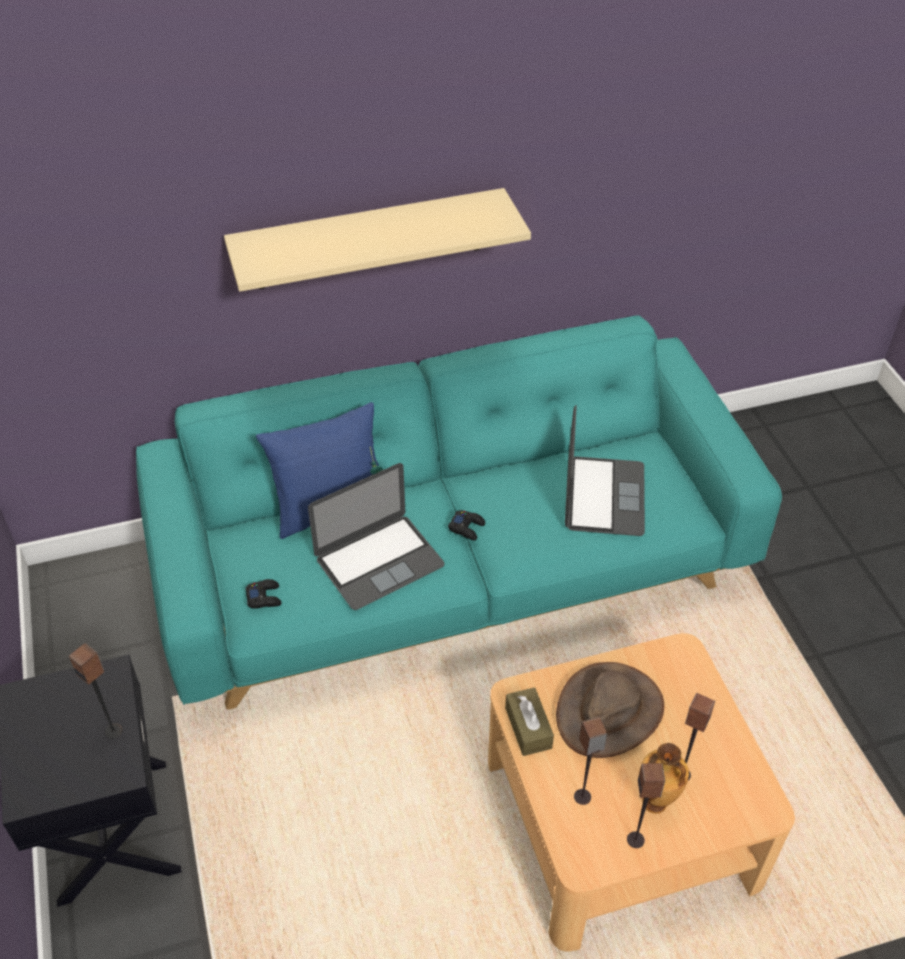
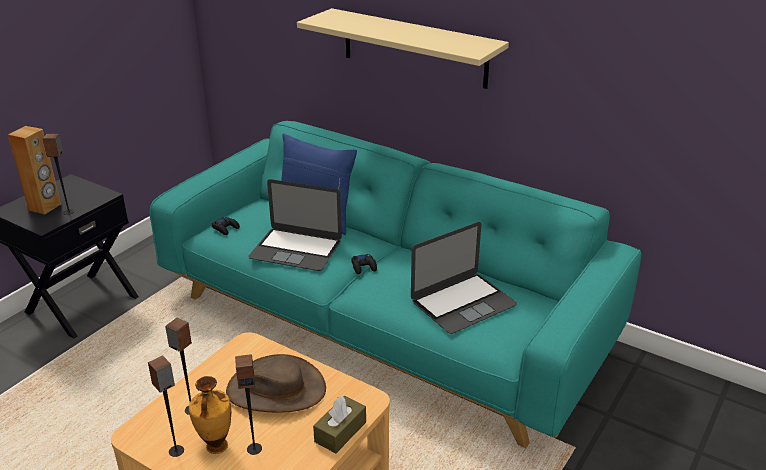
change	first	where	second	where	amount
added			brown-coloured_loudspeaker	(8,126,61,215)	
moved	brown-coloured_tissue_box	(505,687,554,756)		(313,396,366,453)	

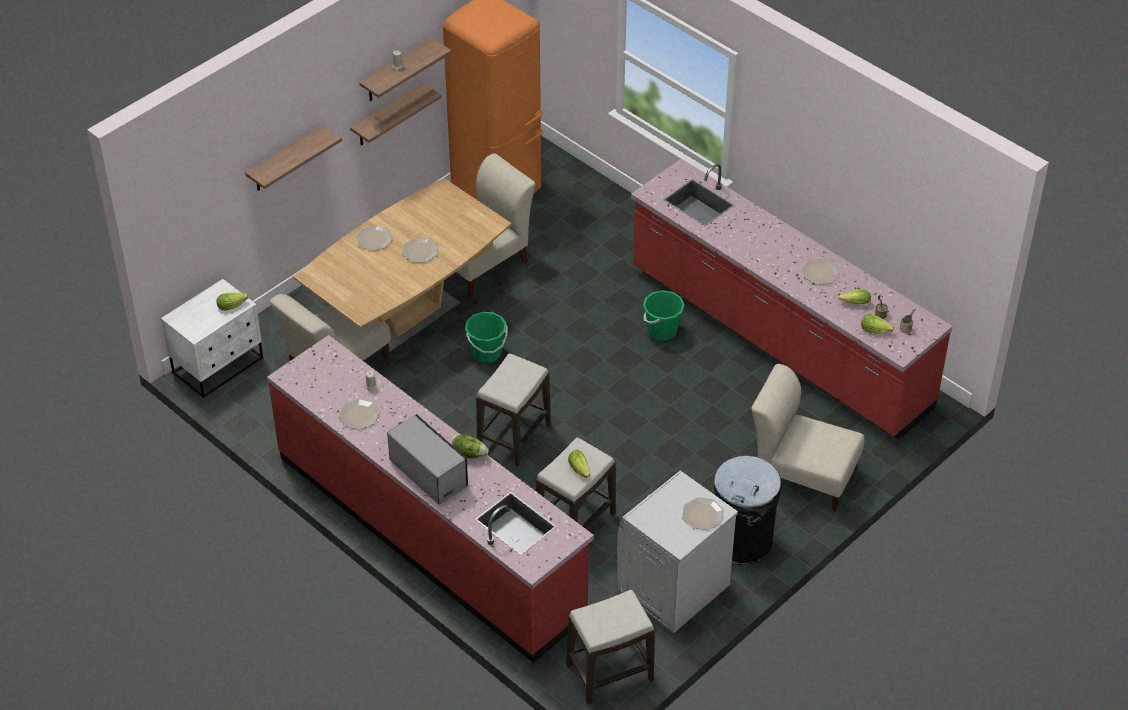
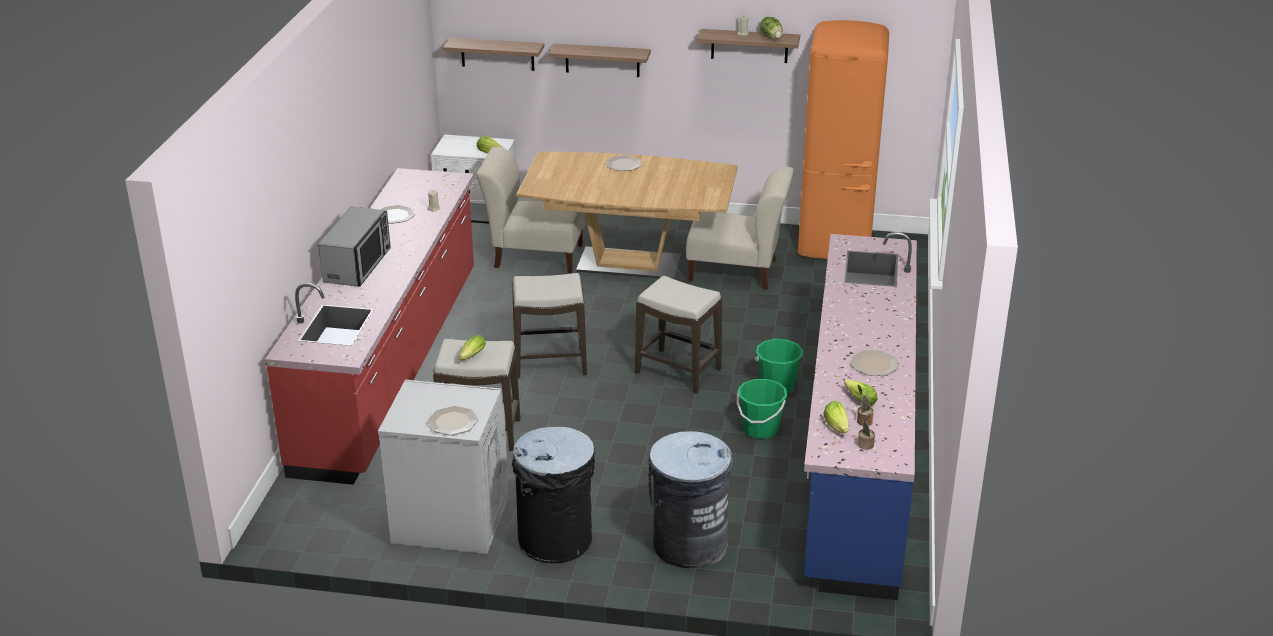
change	first	where	second	where	amount
removed	flat_dish	(402,238,438,263)			
moved	bracket_shelf	(350,83,442,146)		(443,38,544,71)	
moved	lettuce_head	(452,435,489,459)		(760,17,783,39)	
moved	green-coloured_water_bucket	(465,312,508,363)		(737,379,787,438)	
moved	stool	(566,590,655,705)		(635,276,722,393)	
replaced	beige-coloured_plain_chair	(751,364,865,511)	grey_rubbish_bin	(648,431,733,568)	
recoloured	reddish_kitchen_counter	(631,159,953,439)	bluish_kitchen_counter	(804,232,917,600)	

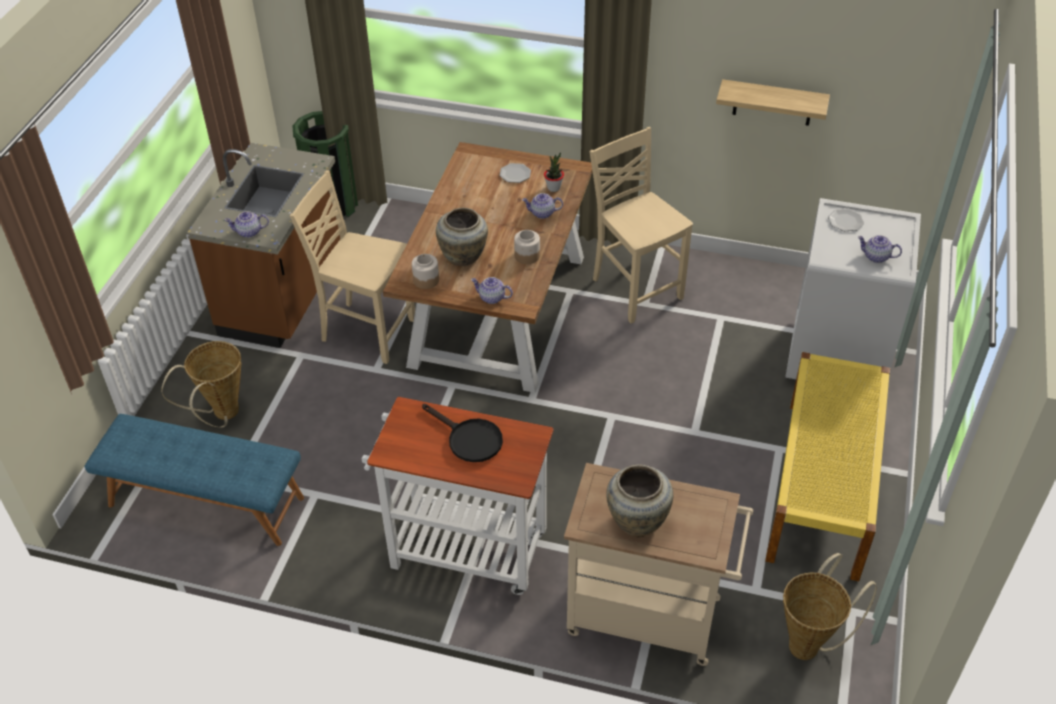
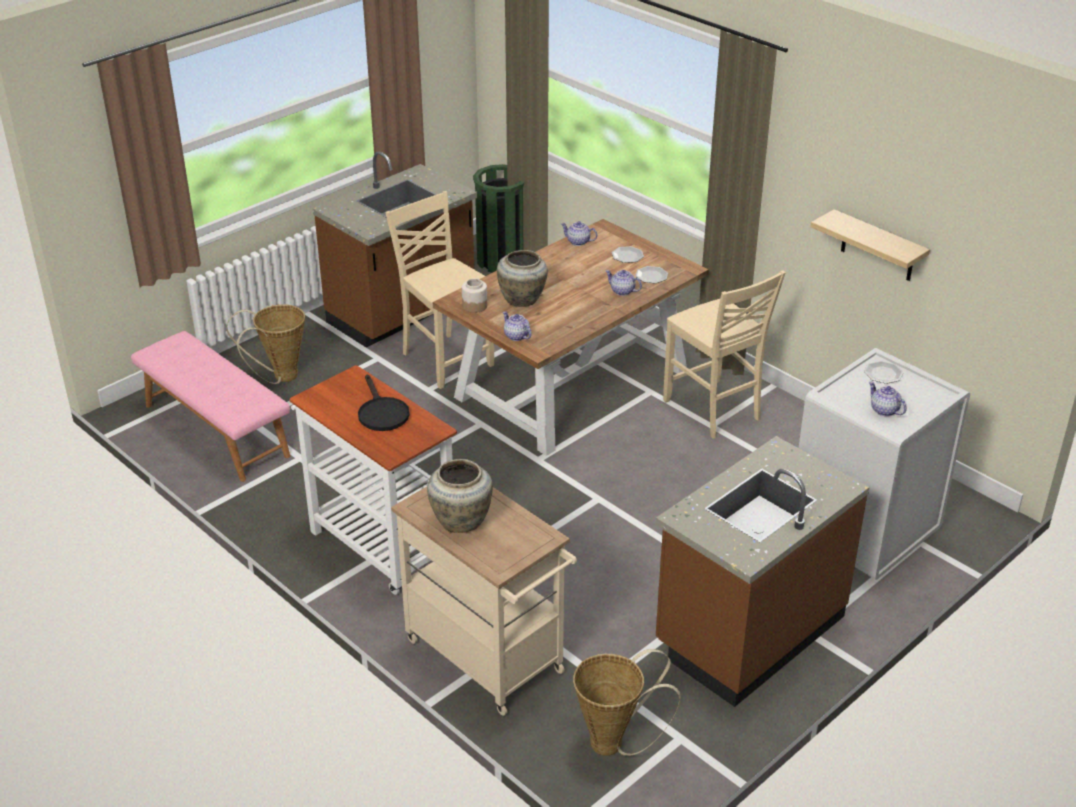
change	first	where	second	where	amount
removed	storage_jar	(514,230,540,264)			
moved	tea_pot	(225,211,269,238)		(561,221,598,246)	
replaced	potted_plant	(544,152,564,192)	flat_dish	(635,266,668,283)	
replaced	yellow_indoor_bench	(765,352,890,582)	brown-coloured_kitchen_counter	(655,436,870,707)	
recoloured	bluish_indoor_bench	(85,414,304,546)	pink-coloured_indoor_bench	(131,331,290,482)	
turned	beige-coloured_plain_chair	(590,127,693,324)		(663,270,786,439)	150 degrees clockwise

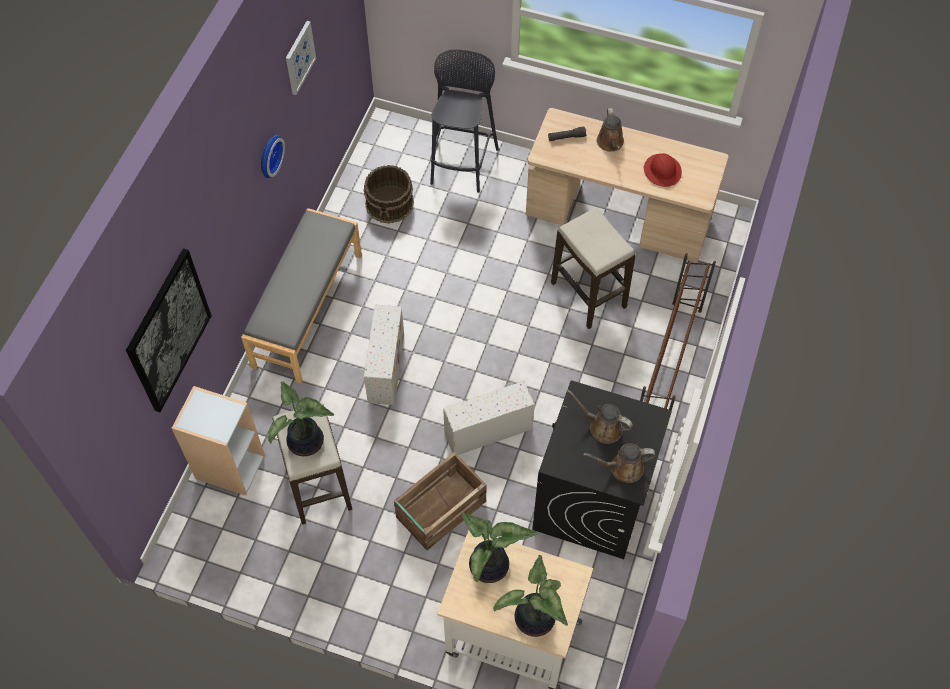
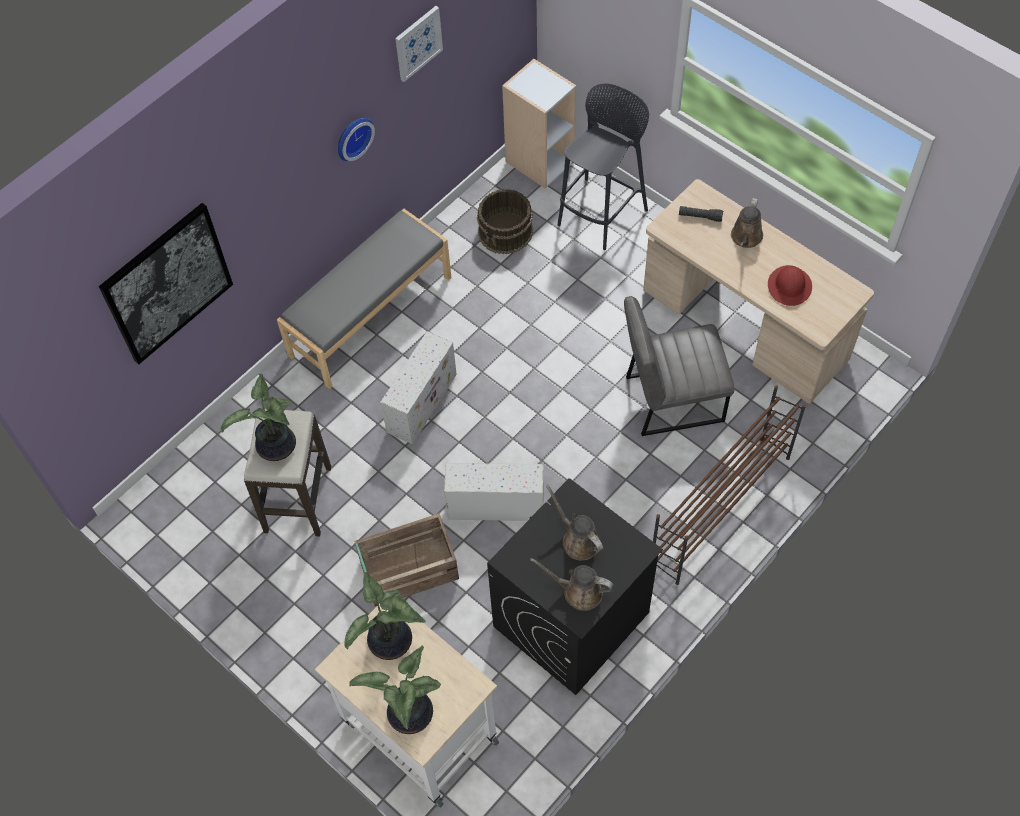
change	first	where	second	where	amount
moved	bookcase	(172,386,265,496)		(502,59,576,189)	
replaced	stool	(551,207,636,329)	grey_plain_chair	(624,296,734,436)	

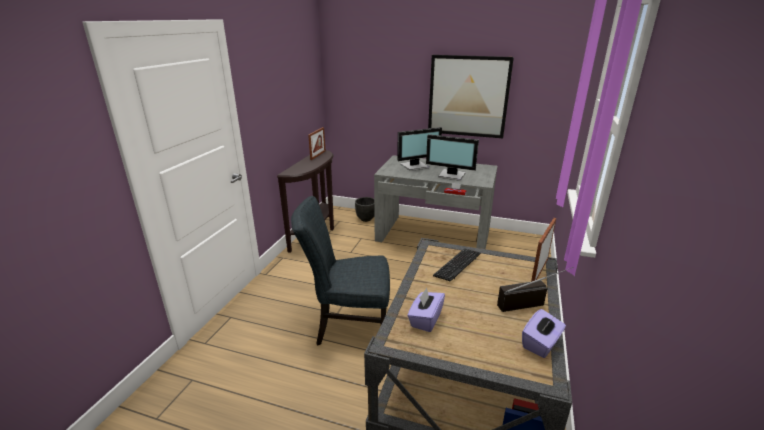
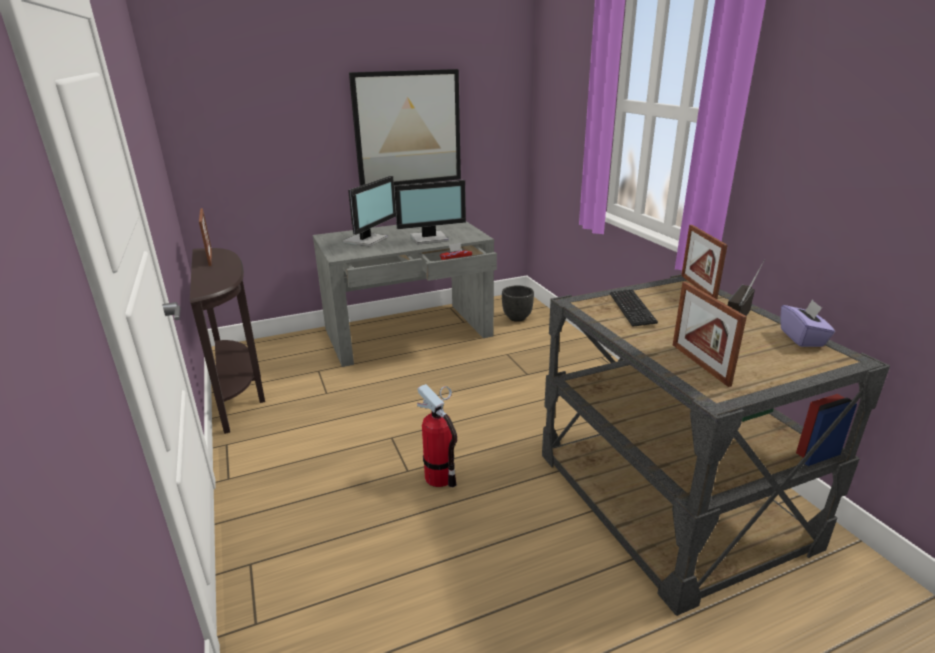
change	first	where	second	where	amount
moved	black-coloured_flower_pot	(355,197,374,222)		(502,285,534,322)	
replaced	grey_plain_chair	(291,196,390,345)	fire-fighting_cylinder	(417,384,457,487)	
replaced	purplish_tissue_box	(407,287,445,332)	photo_frame	(673,282,747,387)	

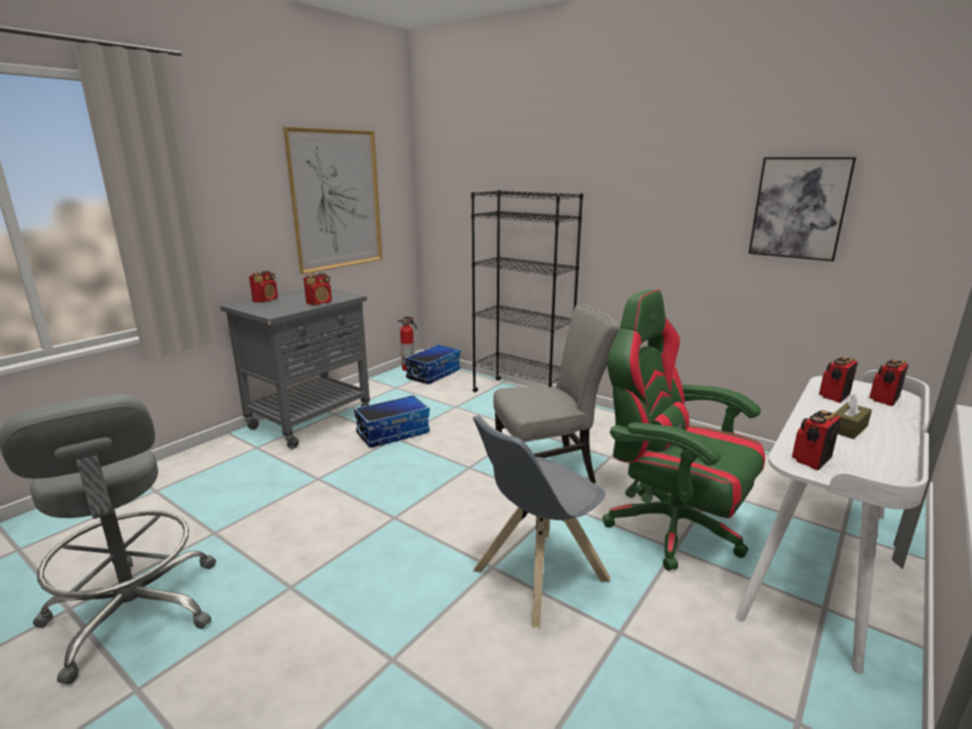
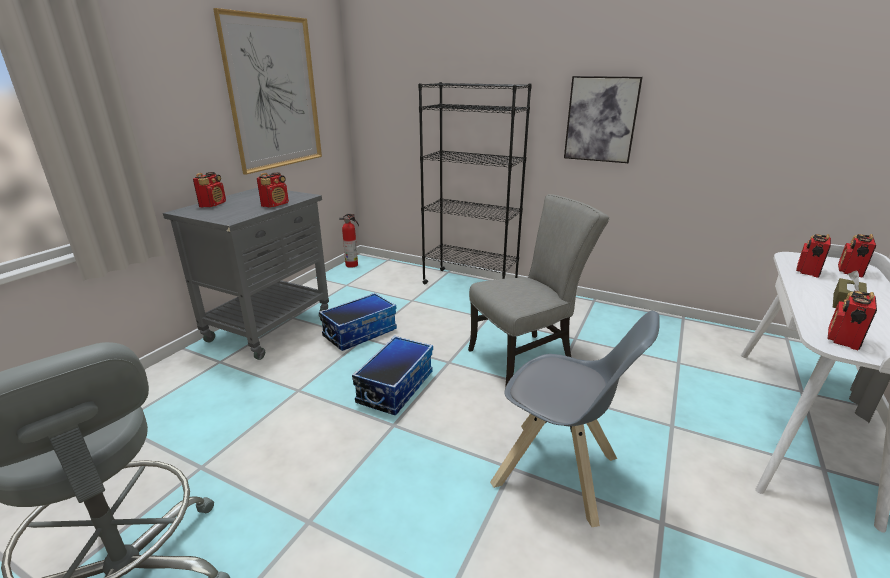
change	first	where	second	where	amount
removed	green-coloured_office_chair	(603,290,765,571)			
moved	storage_container	(405,344,461,384)		(352,336,433,416)	
moved	wall_picture	(749,157,856,261)		(564,76,643,163)	
turned	grey_plain_chair	(473,415,610,627)		(490,310,660,527)	105 degrees counterclockwise

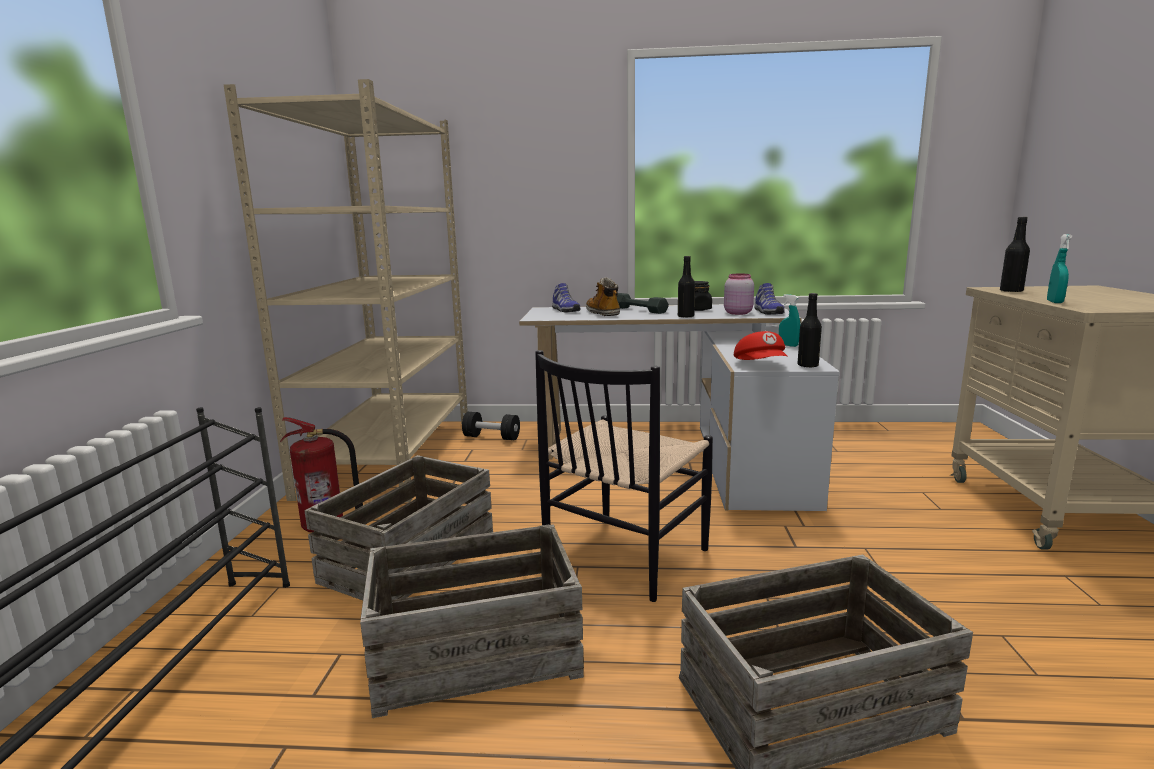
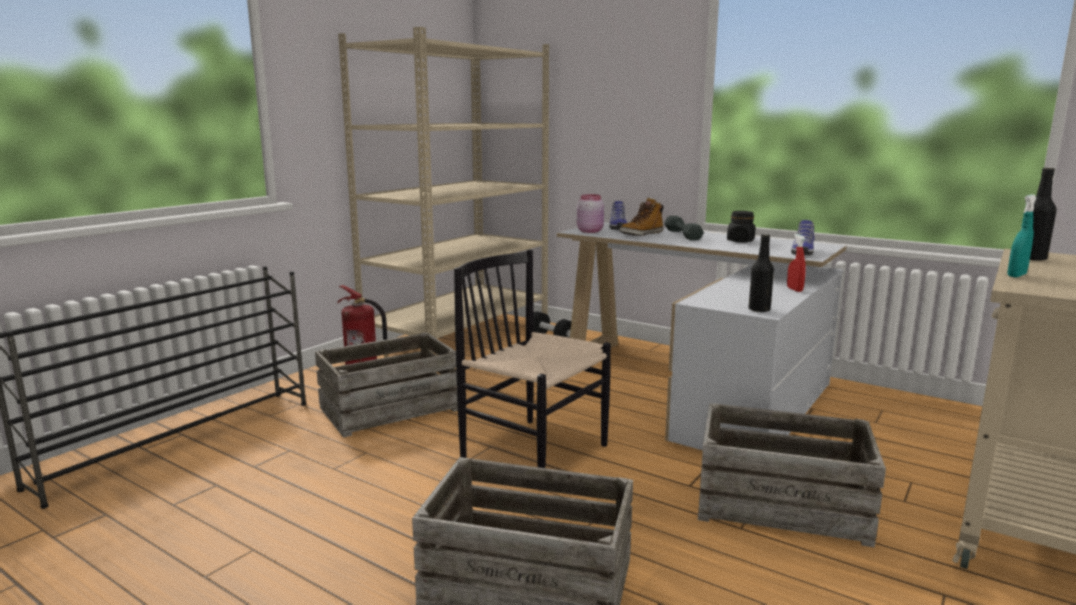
change	first	where	second	where	amount
removed	black-coloured_bottle	(678,256,695,318)			
removed	reddish_cap	(734,331,788,360)			
moved	packing_crate	(360,524,584,718)		(698,403,886,547)	
moved	pink-coloured_storage_jar	(724,274,754,315)		(577,194,604,233)	
recoloured	turquoise_sprayer	(779,294,800,347)	reddish_sprayer	(787,234,806,292)	
turned	black-coloured_plain_chair	(535,350,713,602)		(454,250,611,491)	60 degrees clockwise
turned	high-top_boot	(586,277,620,316)		(619,197,664,236)	135 degrees counterclockwise

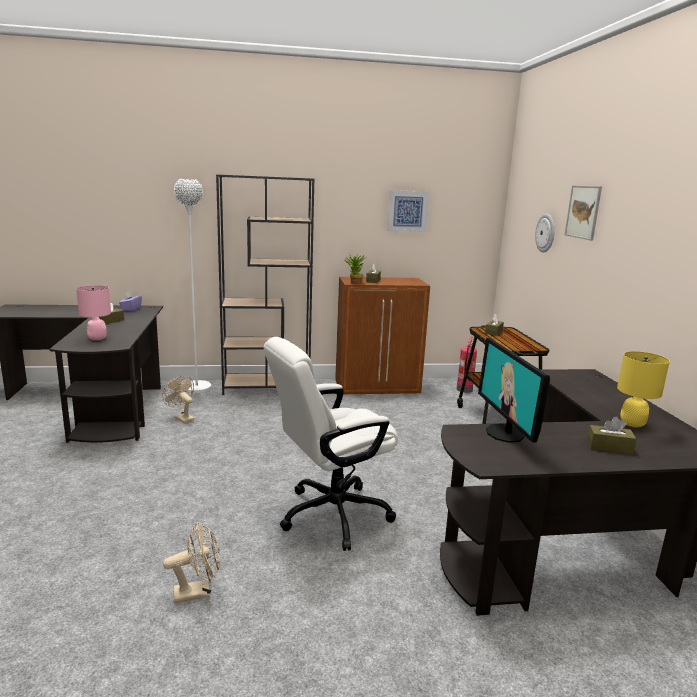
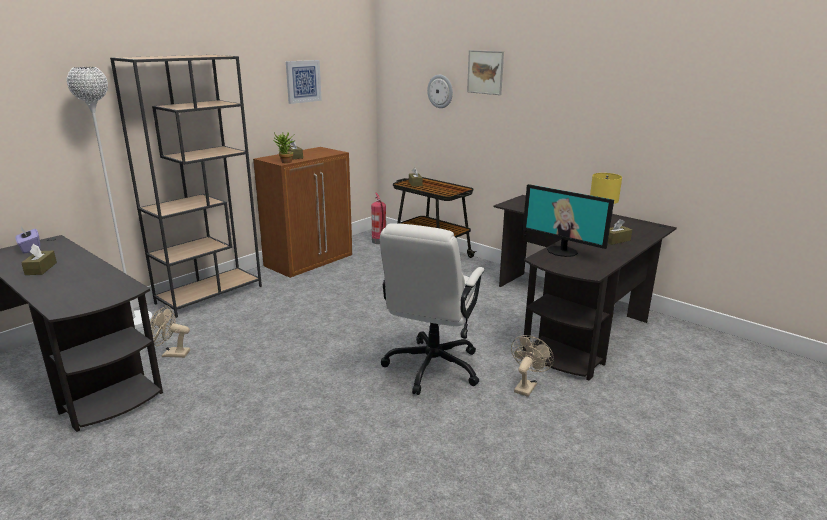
change	first	where	second	where	amount
removed	pink-coloured_tabletop_lamp	(76,285,111,340)			
moved	beige-coloured_electric_fan	(163,522,220,603)		(511,335,554,397)	

